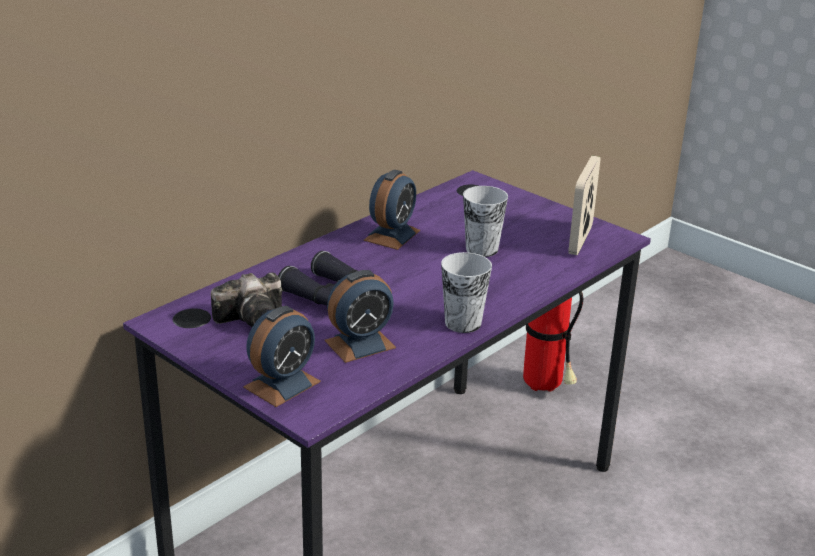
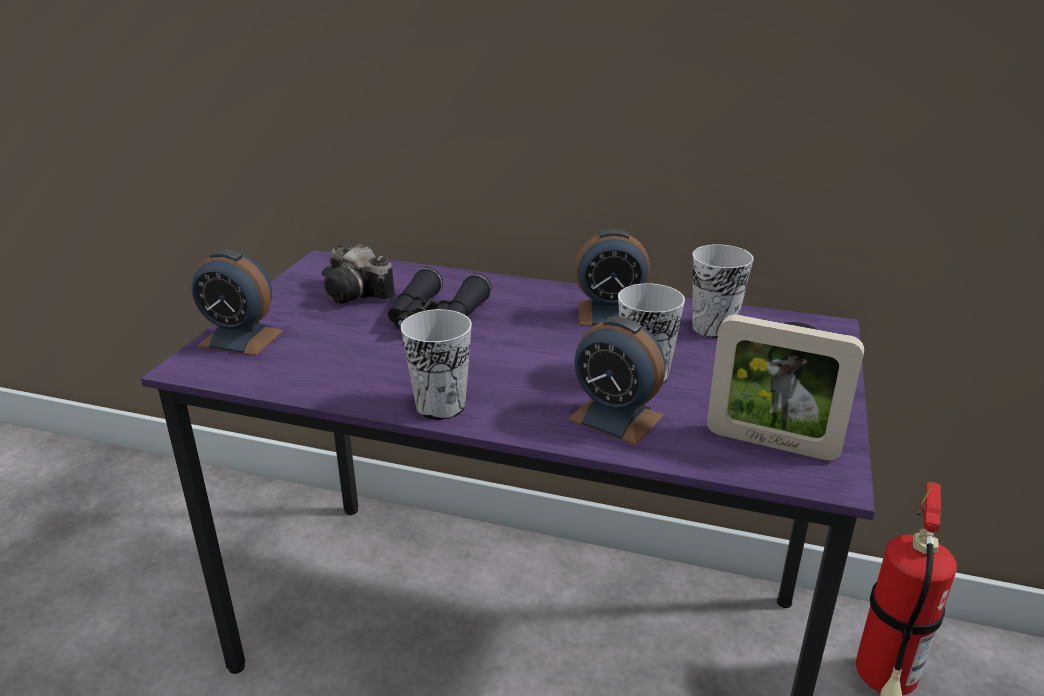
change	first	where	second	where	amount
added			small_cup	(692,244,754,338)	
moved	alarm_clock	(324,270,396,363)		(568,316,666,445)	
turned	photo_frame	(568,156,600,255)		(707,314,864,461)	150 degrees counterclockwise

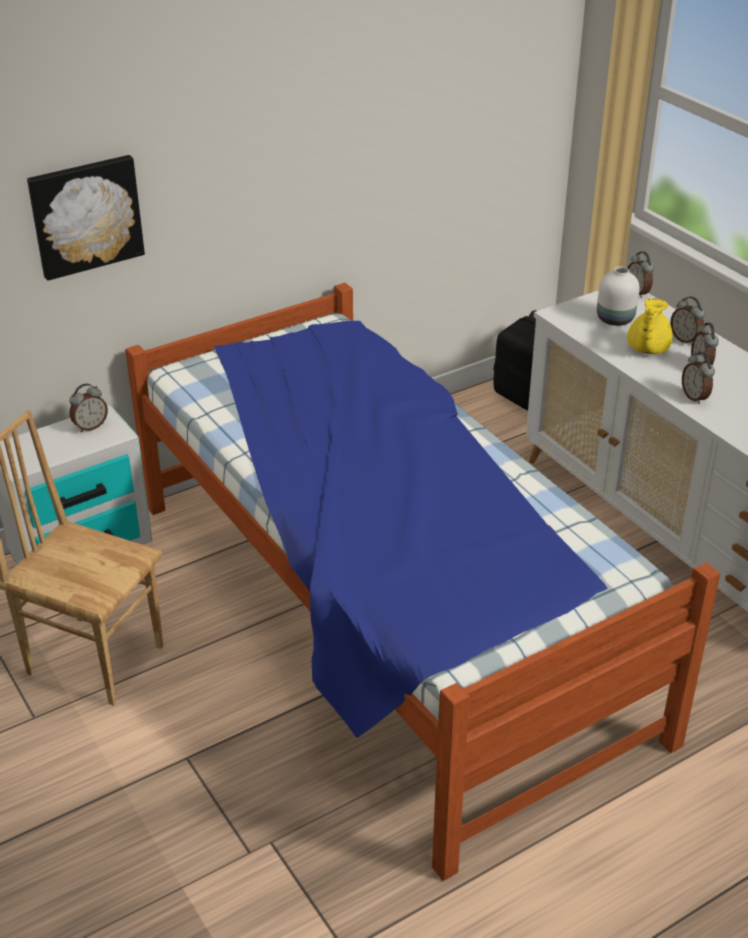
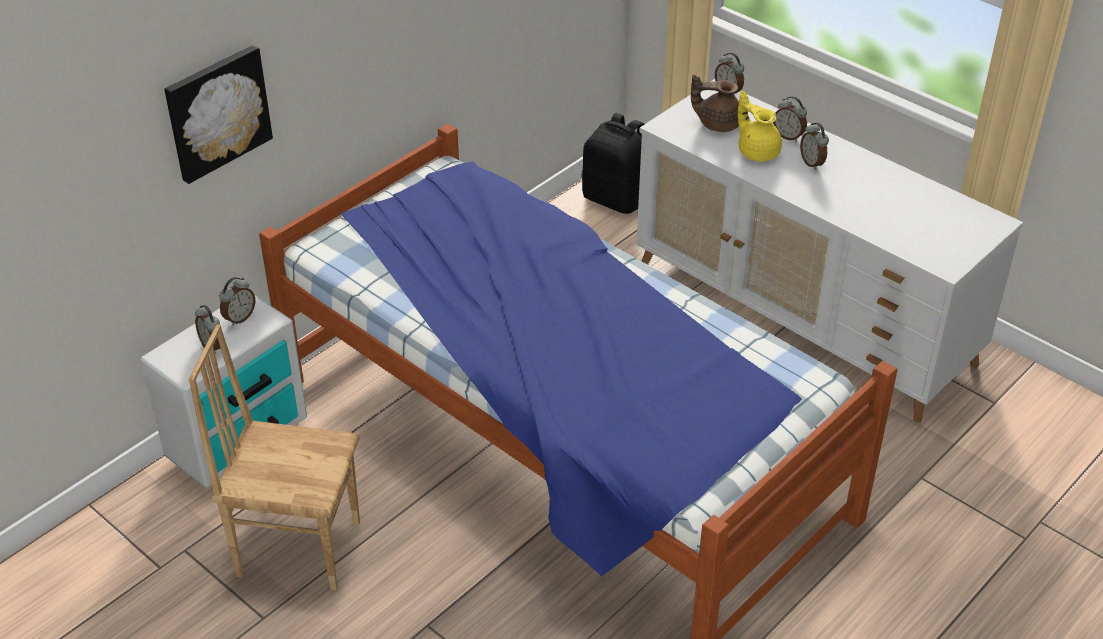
change	first	where	second	where	amount
moved	alarm_clock	(682,352,715,404)		(195,305,220,354)	
replaced	white_decorative_vase	(597,266,640,326)	brown-coloured_tea_pot	(691,75,739,132)	
turned	yellow_tea_pot	(627,298,673,354)		(738,91,782,161)	135 degrees clockwise

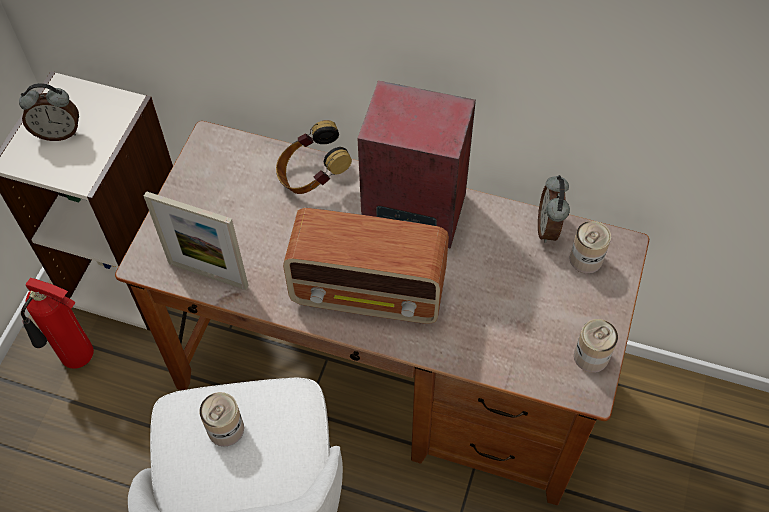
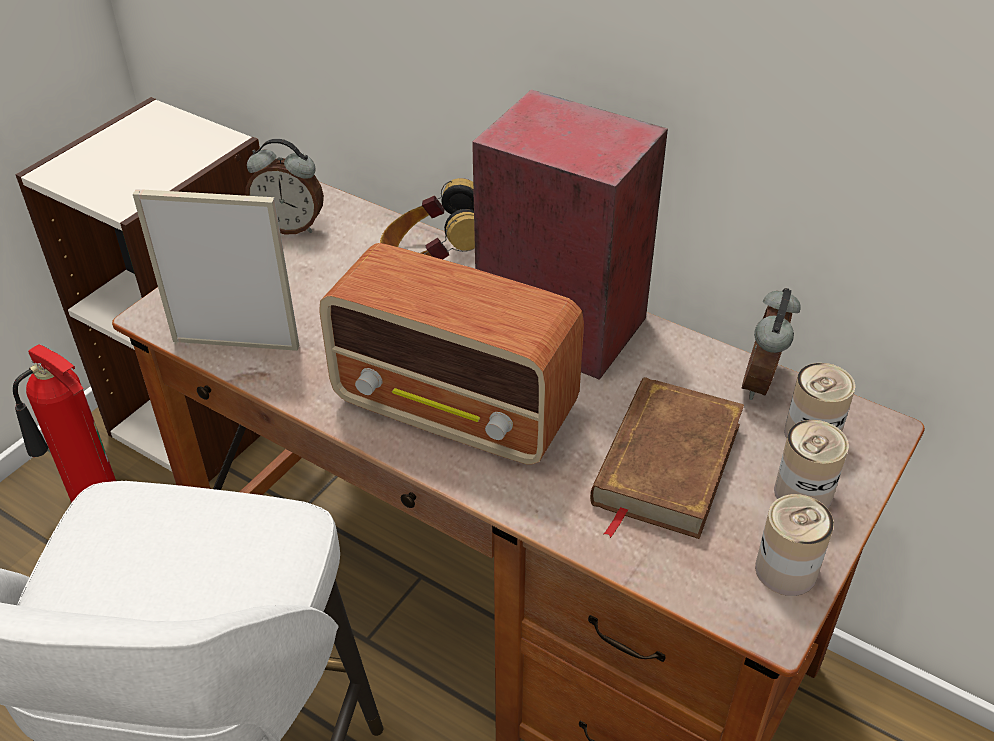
change	first	where	second	where	amount
added			brown-coloured_bound_book	(590,377,744,539)	
moved	alarm_clock	(19,83,79,141)		(245,139,324,235)	
moved	sealed_can	(199,392,244,446)		(774,420,849,509)	
turned	photo_frame	(144,191,249,290)		(133,189,299,351)	150 degrees clockwise

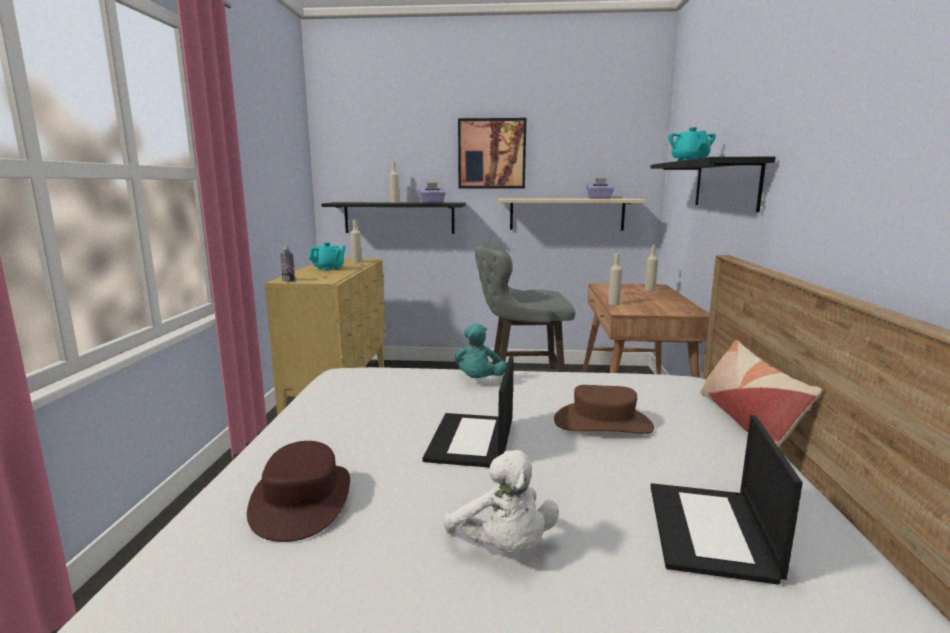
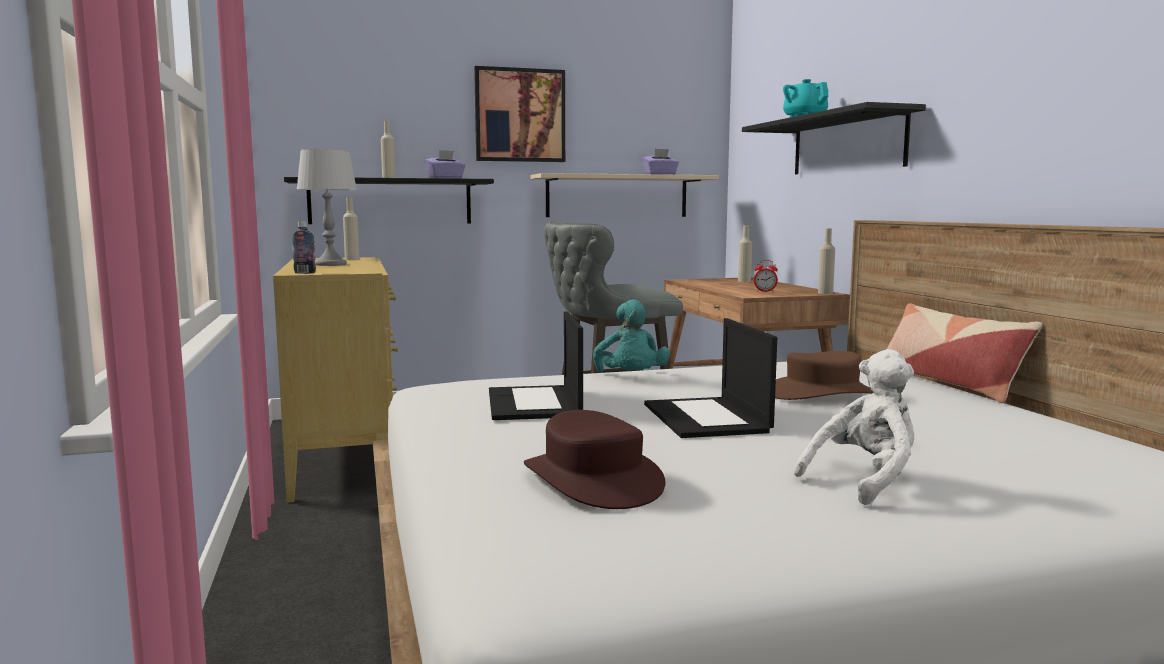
change	first	where	second	where	amount
added			alarm_clock	(754,260,778,292)	
moved	beige-coloured_bottle	(608,253,622,305)		(818,228,835,294)	
moved	laptop	(651,415,803,585)		(489,311,583,420)	
replaced	turquoise_tea_pot	(308,242,346,271)	grey_tabletop_lamp	(297,149,357,266)	
turned	white_soft_toy	(444,450,559,553)		(794,349,914,505)	75 degrees counterclockwise

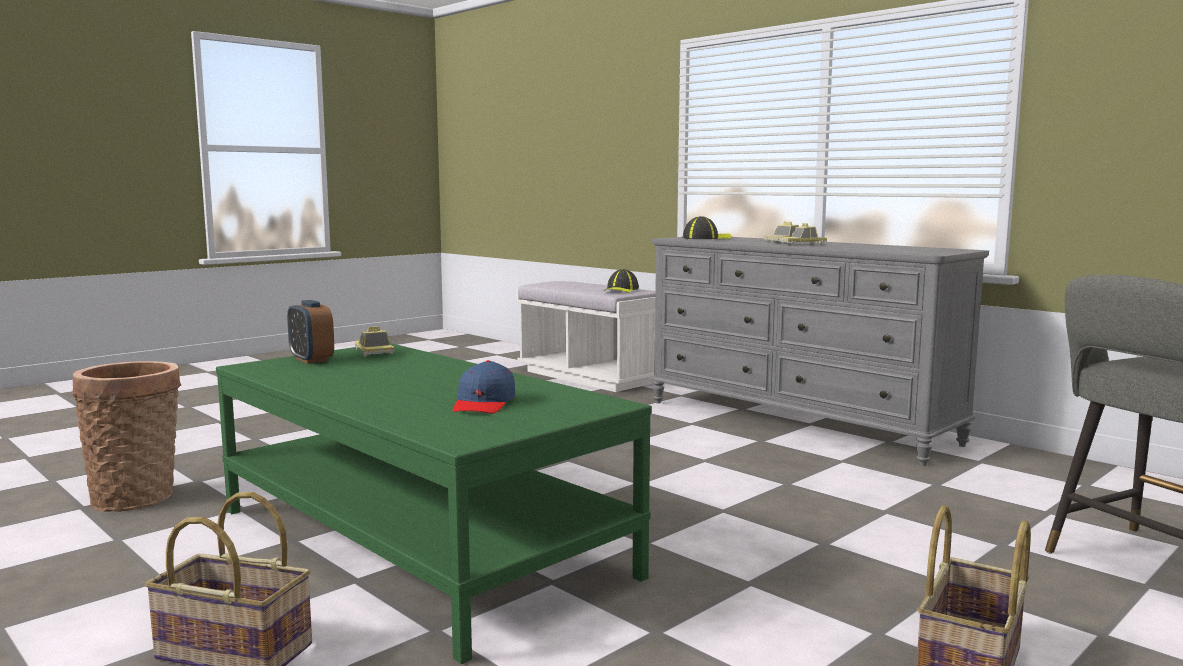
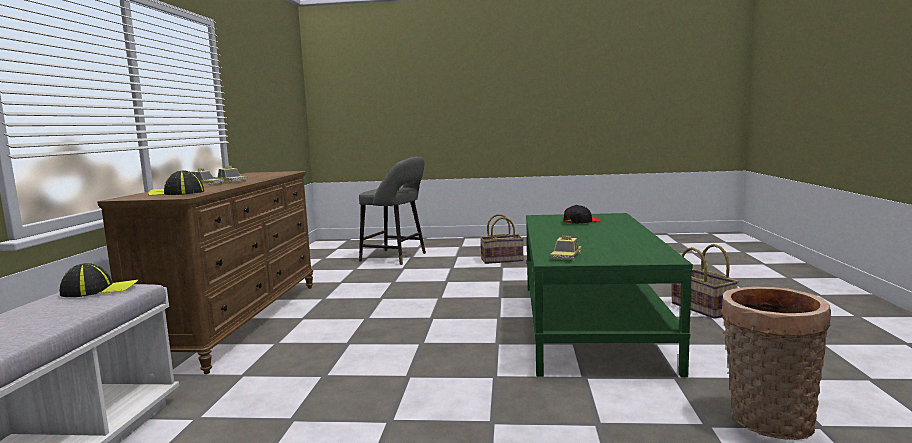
change	first	where	second	where	amount
removed	alarm_clock	(287,300,334,364)			
recoloured	bluish_cap	(453,360,515,414)	black-coloured_cap	(564,205,601,224)	
recoloured	grey_drawer_chest	(652,237,989,466)	brown-coloured_drawer_chest	(97,171,313,374)	

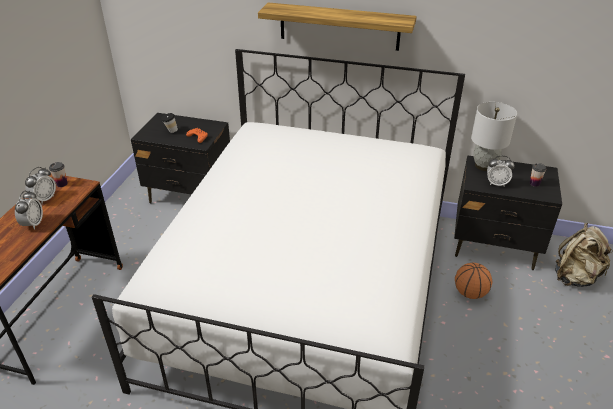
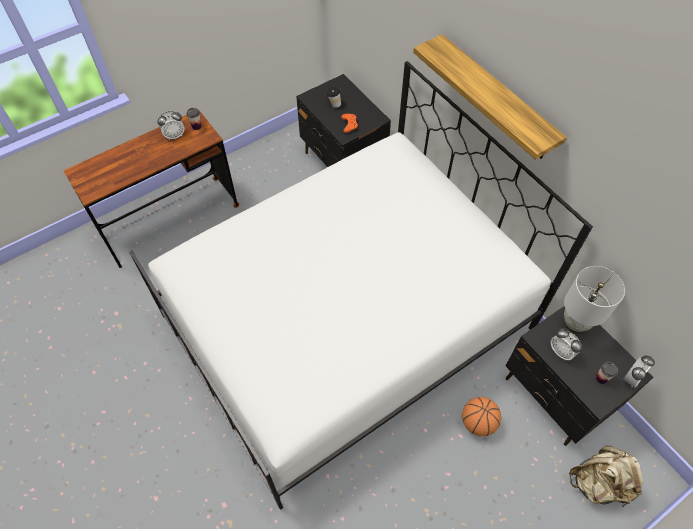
change	first	where	second	where	amount
moved	alarm_clock	(15,190,43,230)		(623,356,655,388)	

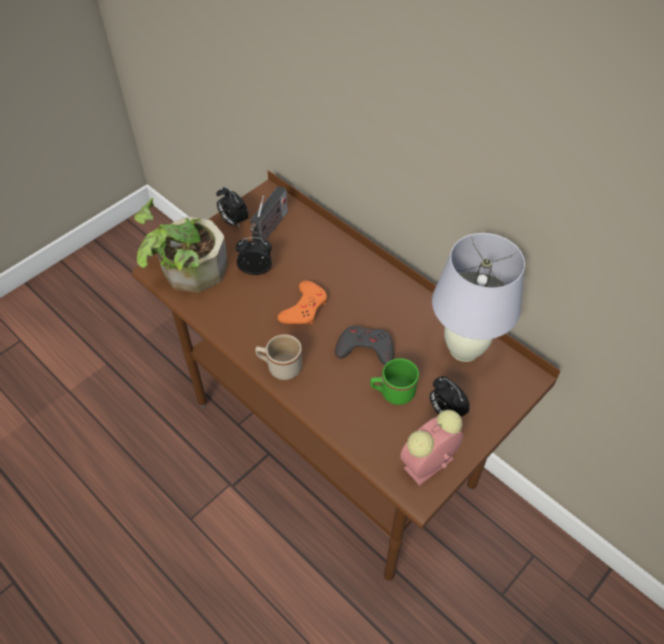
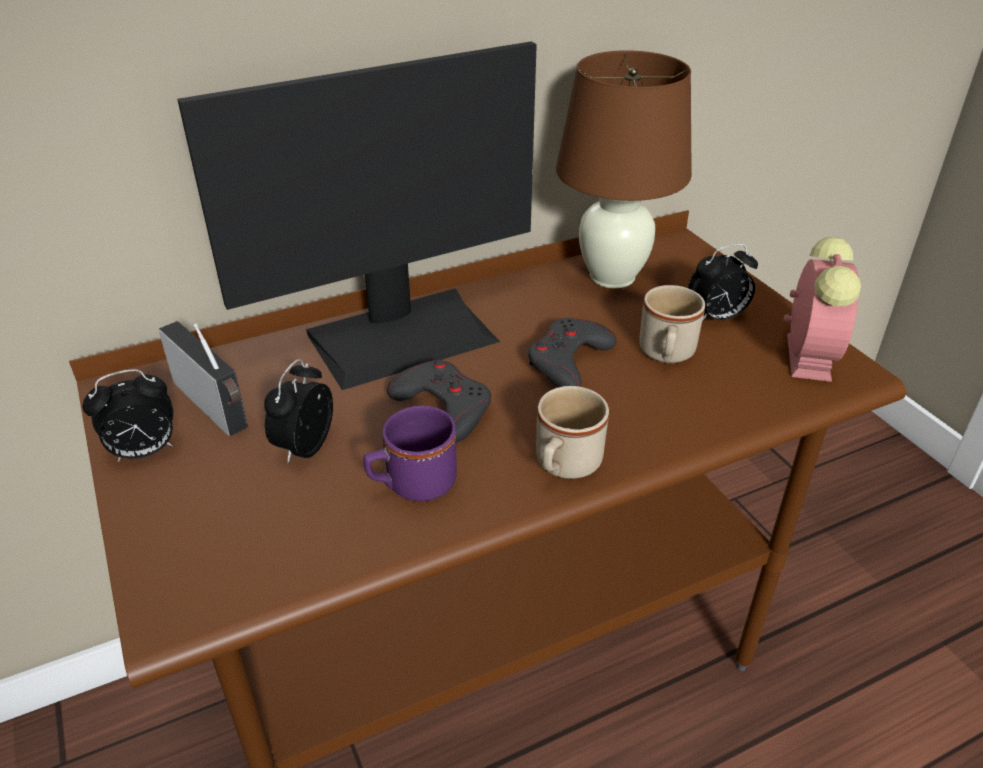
change	first	where	second	where	amount
removed	potted_plant	(134,198,228,292)			
added			computer_screen	(177,42,537,390)	
added			purplish_tea_mug	(364,406,457,501)	
recoloured	orange_game_controller	(277,281,327,324)	grey_game_controller	(387,360,491,442)	
recoloured	green-coloured_tea_mug	(370,358,419,405)	beige-coloured_tea_mug	(639,285,705,363)	
recoloured	white_tabletop_lamp	(432,233,525,362)	brown-coloured_tabletop_lamp	(556,50,692,288)	
turned	alarm_clock	(400,410,464,486)		(784,237,861,382)	150 degrees counterclockwise

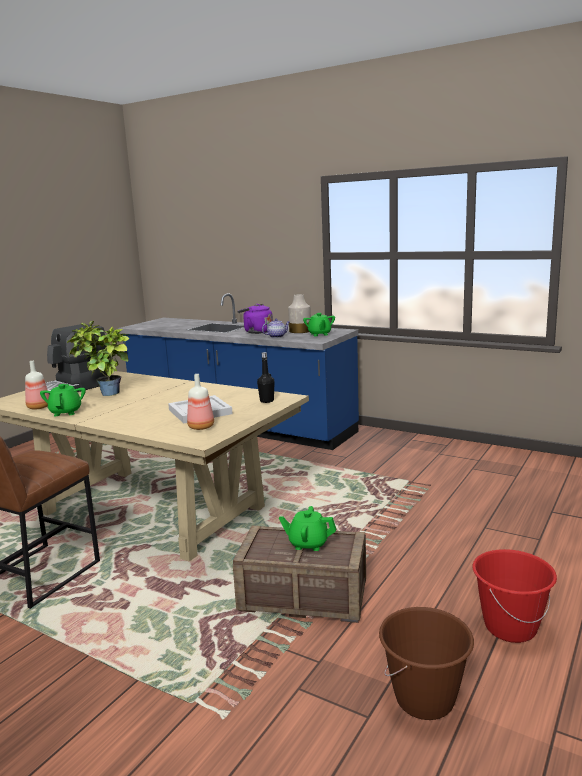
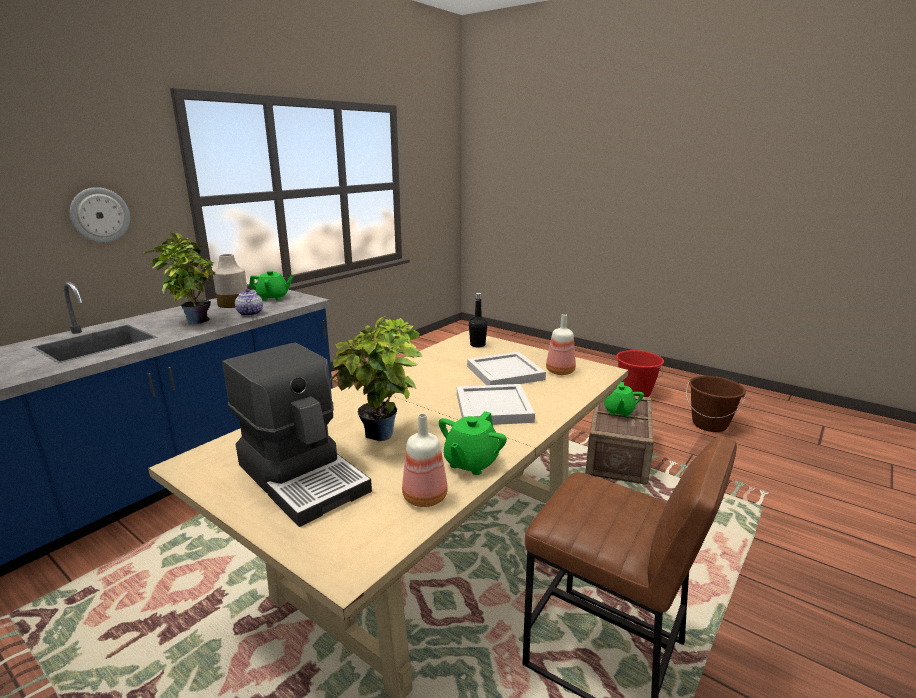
change	first	where	second	where	amount
added			clock_on_the_wall	(70,187,130,243)	
added			white_serving_tray	(457,384,535,425)	
replaced	purplish_water_kettle	(237,304,273,334)	potted_plant	(142,232,215,324)	
turned	green-coloured_tea_pot	(40,384,86,416)		(439,411,507,475)	60 degrees counterclockwise

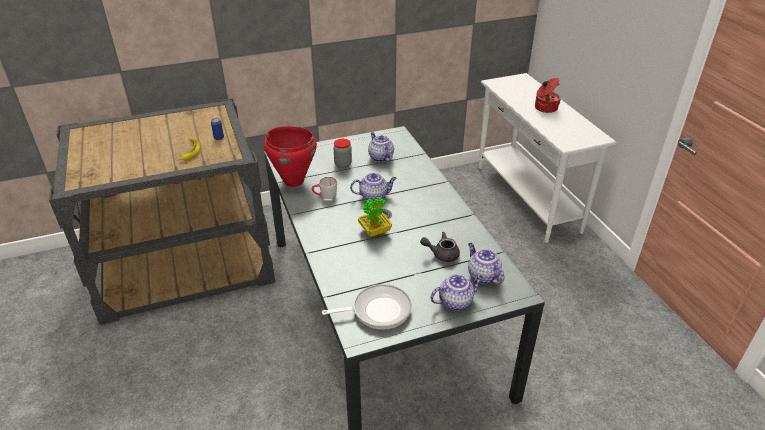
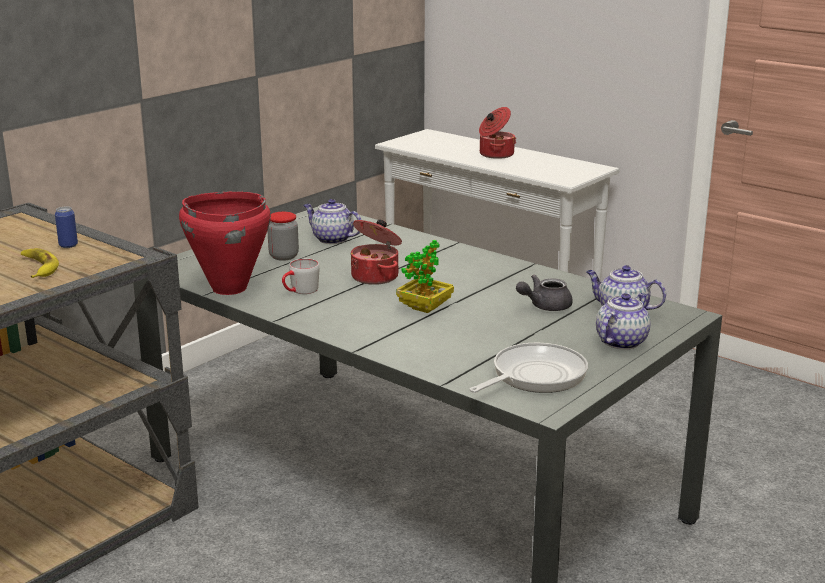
change	first	where	second	where	amount
replaced	tea_pot	(350,173,397,201)	cooking_pot	(351,219,402,285)	

